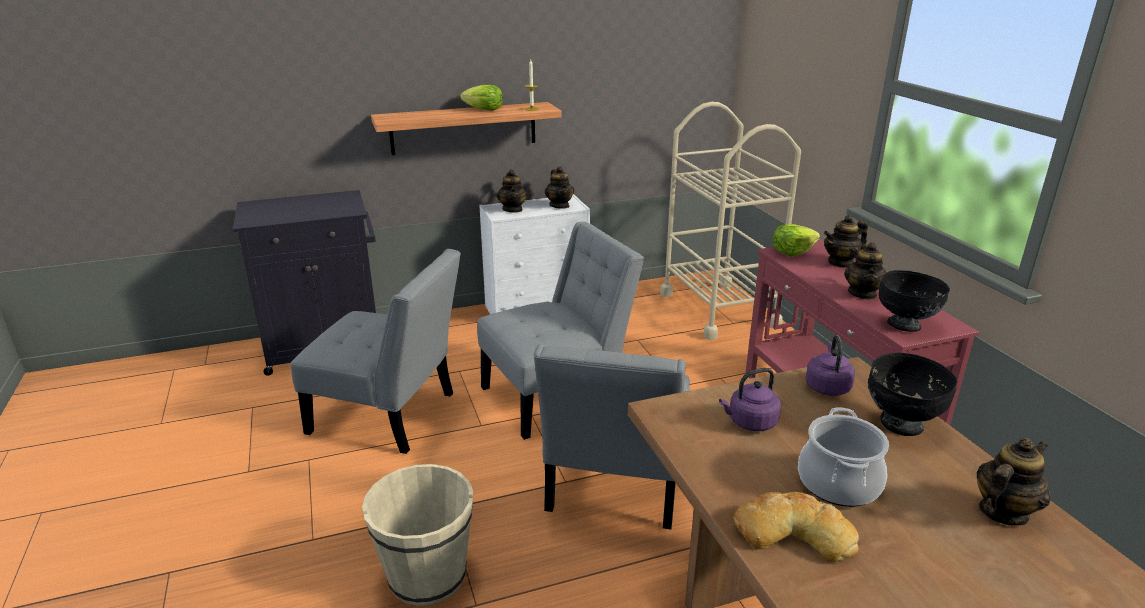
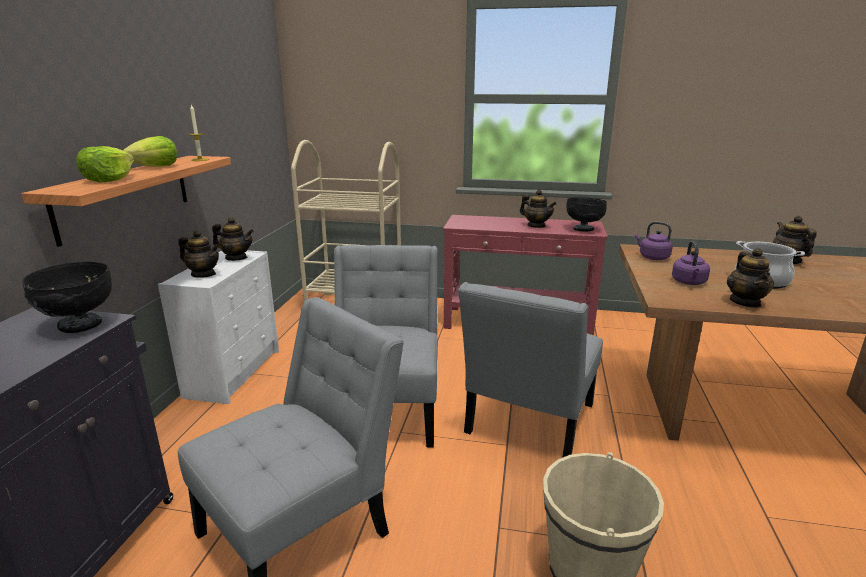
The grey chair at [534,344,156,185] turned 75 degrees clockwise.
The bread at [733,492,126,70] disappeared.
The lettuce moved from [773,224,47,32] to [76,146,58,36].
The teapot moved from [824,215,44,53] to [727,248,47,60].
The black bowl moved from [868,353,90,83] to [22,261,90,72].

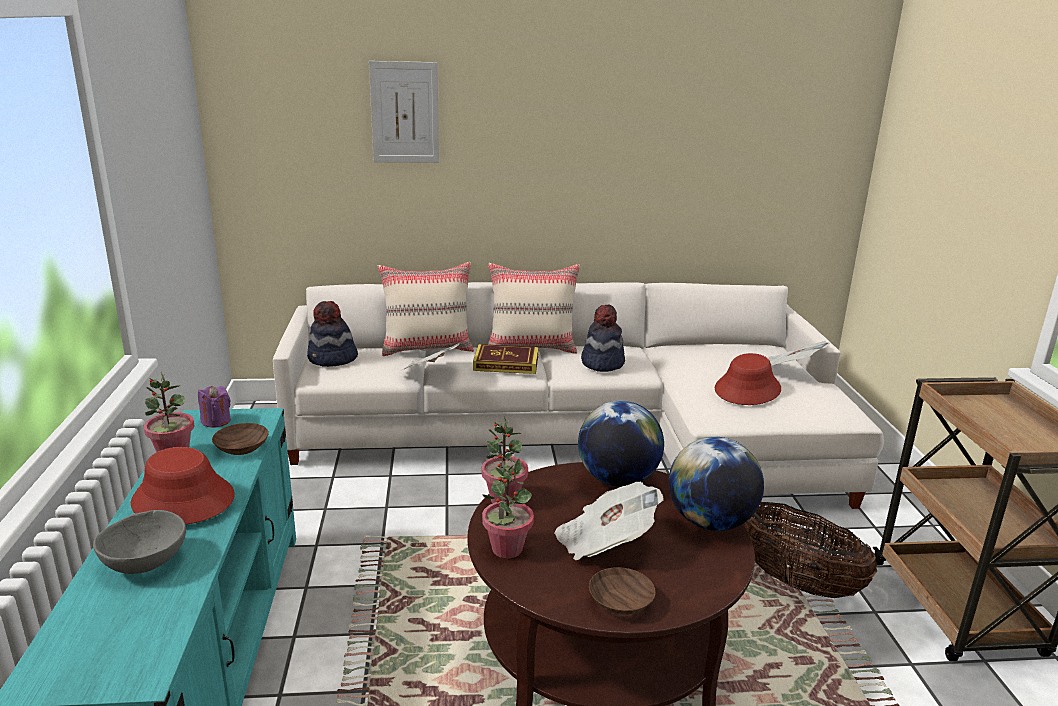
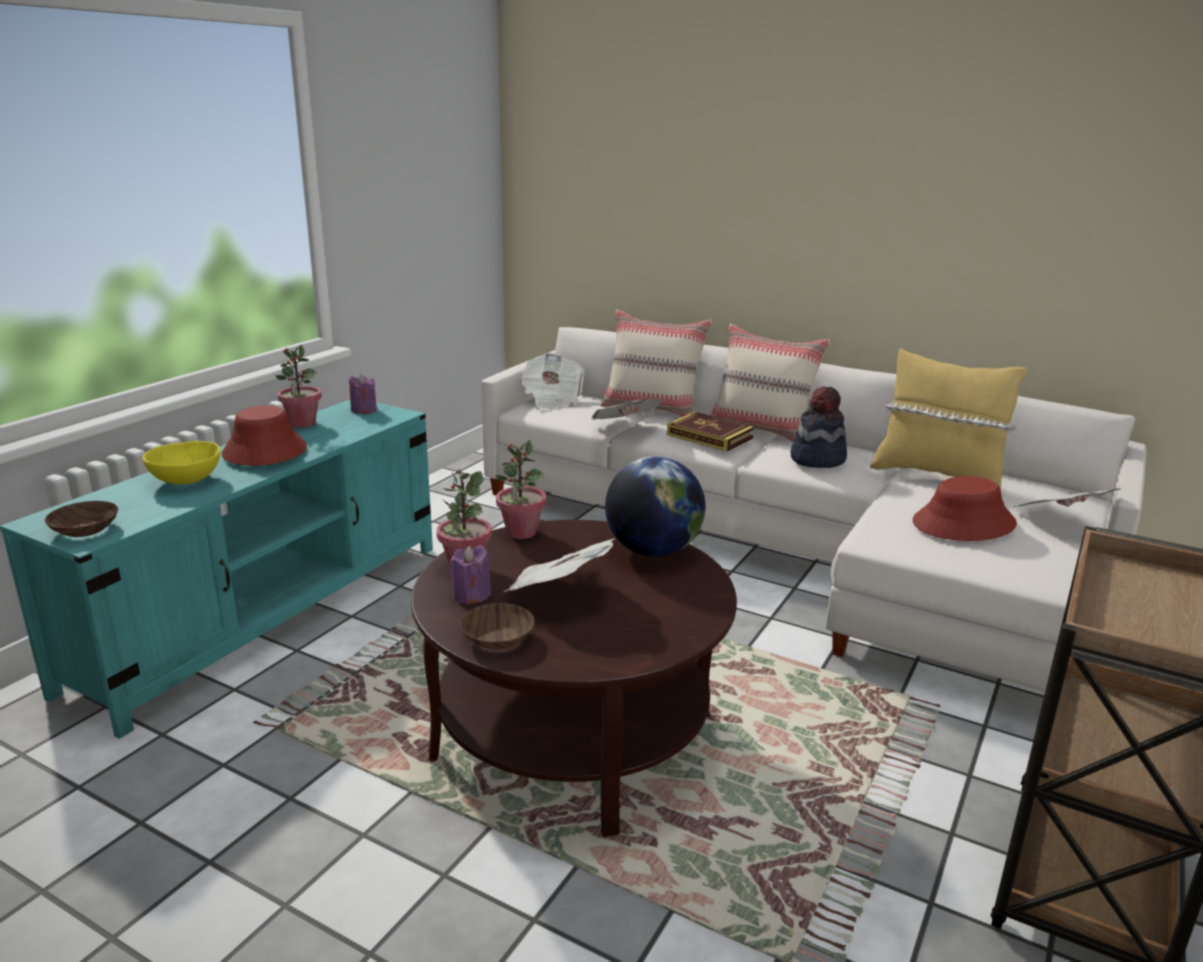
The grey bowl at [93,510,93,64] became the yellow bowl at [143,441,78,43].
The brown bowl moved from [212,423,57,32] to [45,501,73,36].
The hat at [307,301,51,66] was replaced by the newspaper at [520,353,65,56].
The picture at [369,61,70,102] disappeared.
The globe at [669,437,95,94] disappeared.
The basket at [743,501,134,97] disappeared.
The purple candle at [449,546,42,59] appeared.
The yellow pillow at [870,348,157,141] appeared.

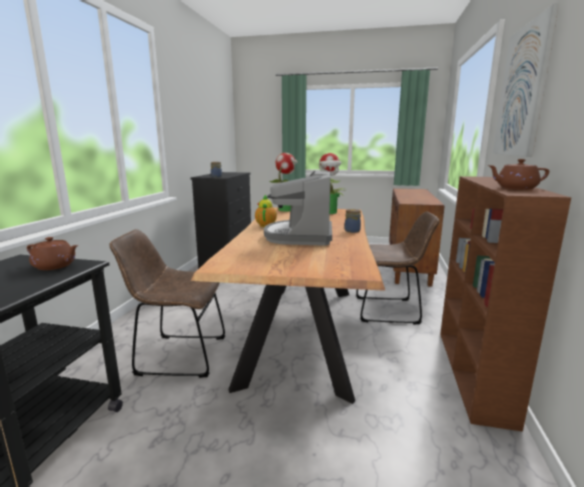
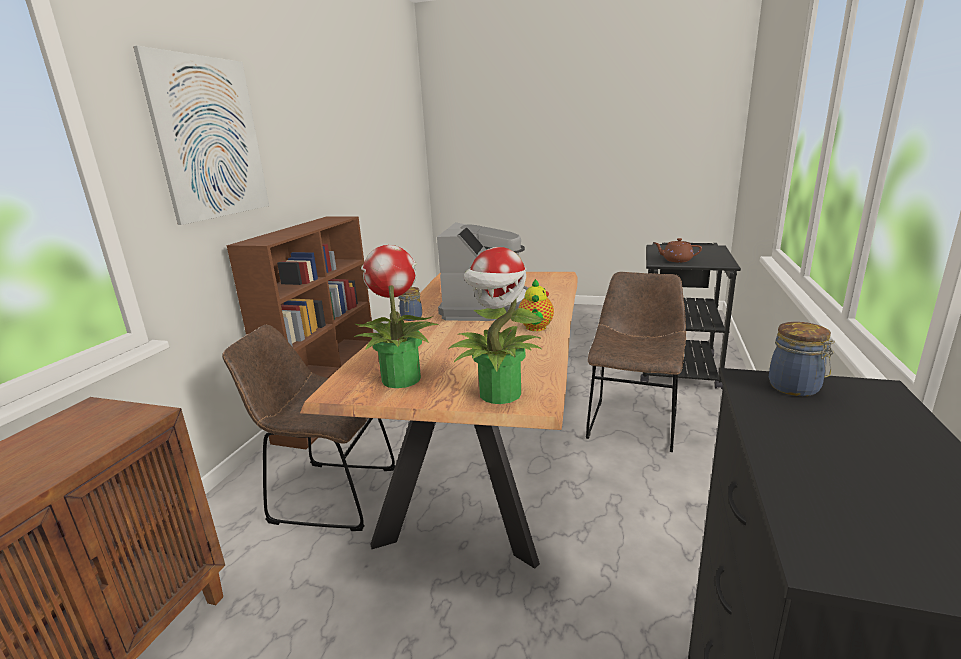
The brown chair at [109,229,116,149] turned 75 degrees counterclockwise.
The brown teapot at [488,159,61,31] disappeared.

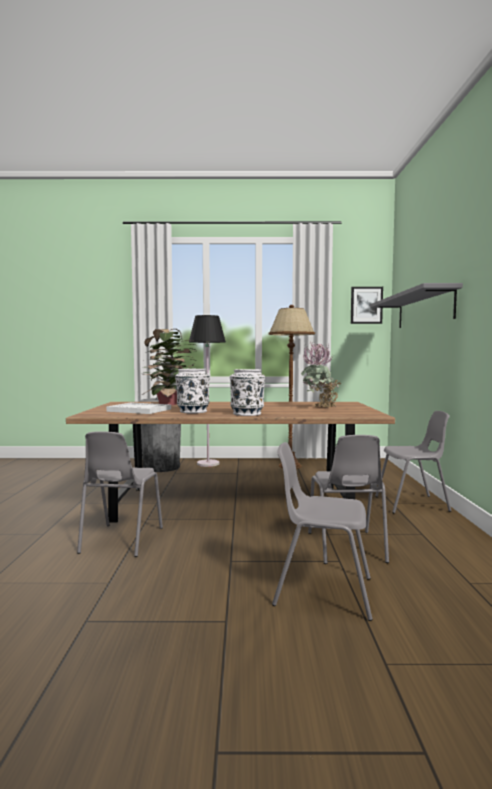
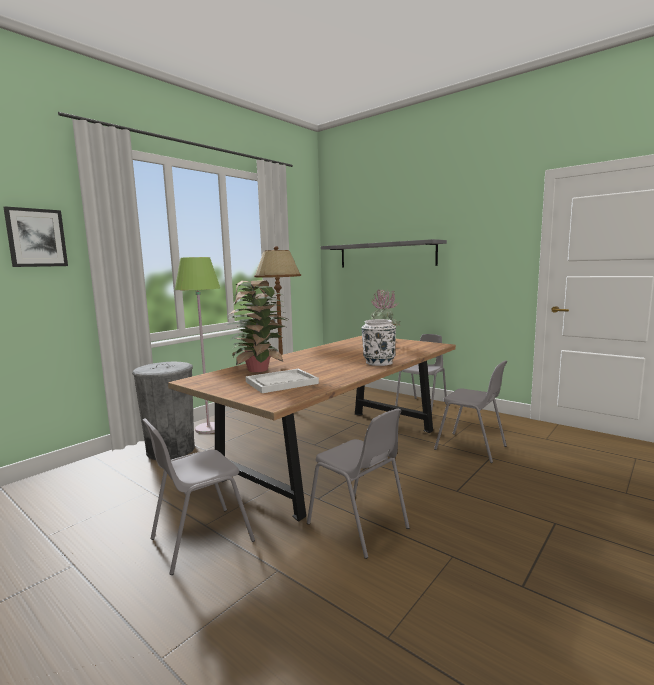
The white vase at [175,369,35,45] disappeared.
The black floor lamp at [189,315,37,152] became the green floor lamp at [175,257,45,177].
The grey chair moved from [272,442,100,179] to [142,418,113,157].
The picture moved from [351,287,32,37] to [3,206,65,61].

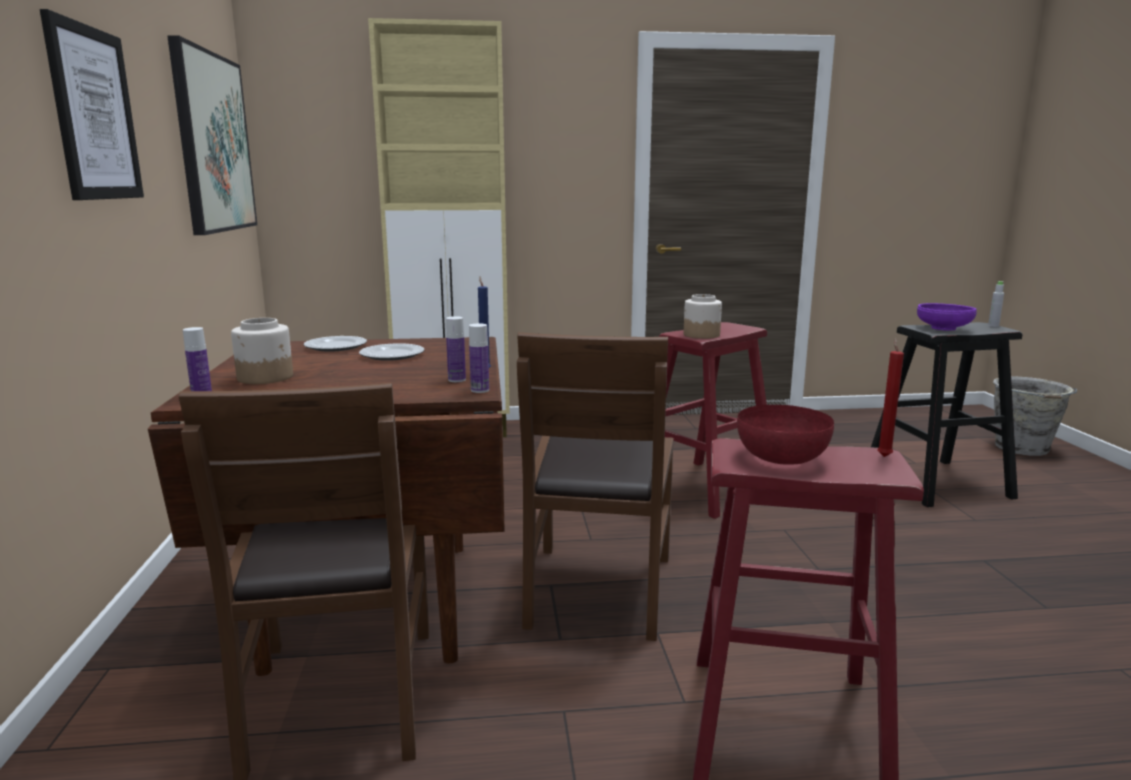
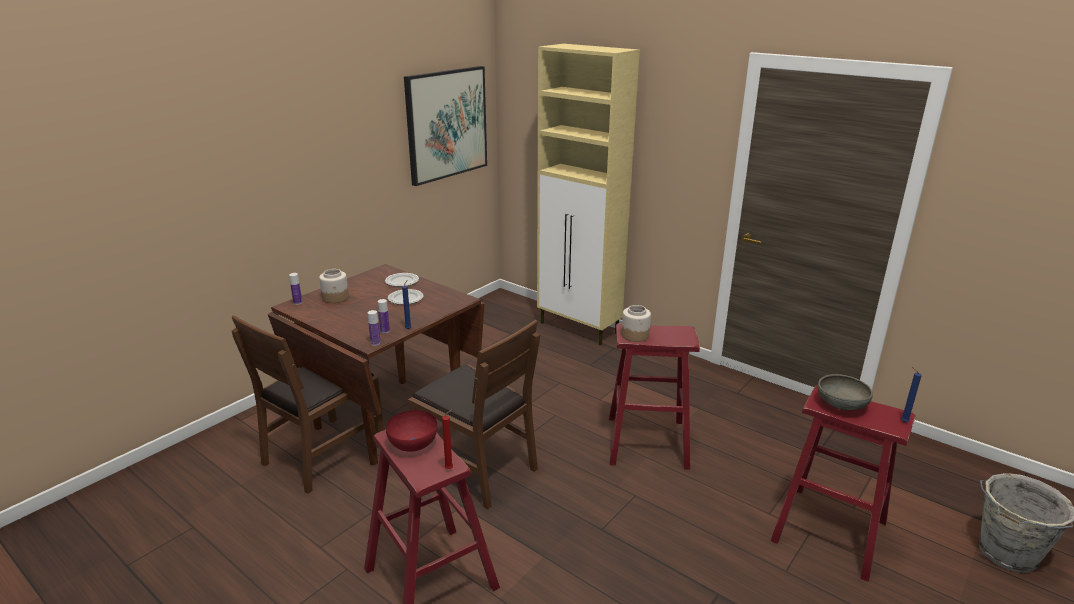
The picture at [40,9,104,191] disappeared.
The brown chair at [517,332,157,309] turned 105 degrees counterclockwise.
The black stool at [871,322,152,185] became the red stool at [771,385,145,197].
The purple bowl at [917,303,60,28] became the grey bowl at [817,374,56,36].
The grey bottle at [988,281,16,46] was replaced by the blue candle at [901,367,21,55].

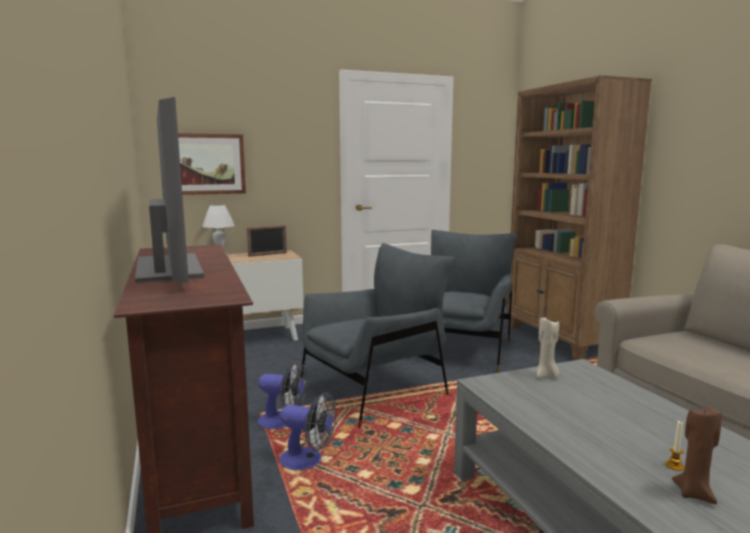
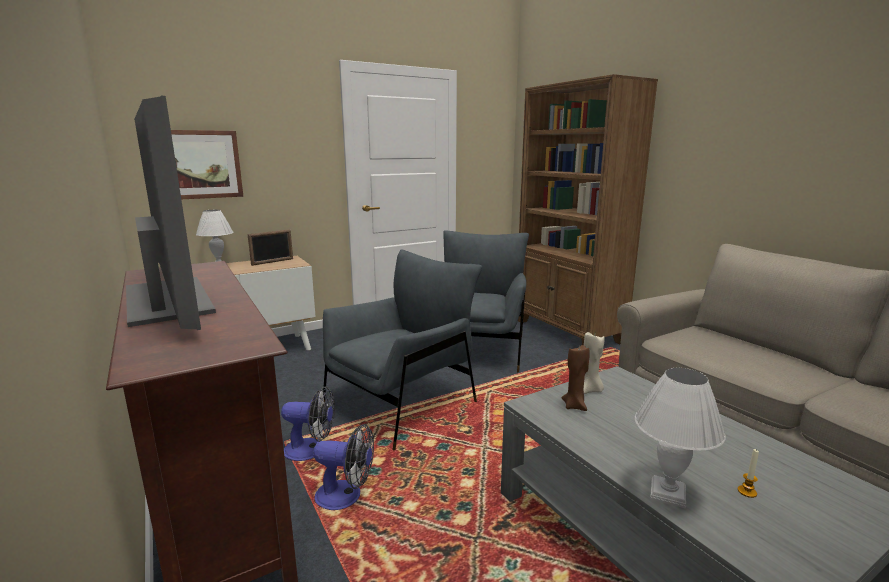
The brown candle moved from [672,405,50,99] to [561,344,29,67].
The white table lamp at [635,368,91,141] appeared.

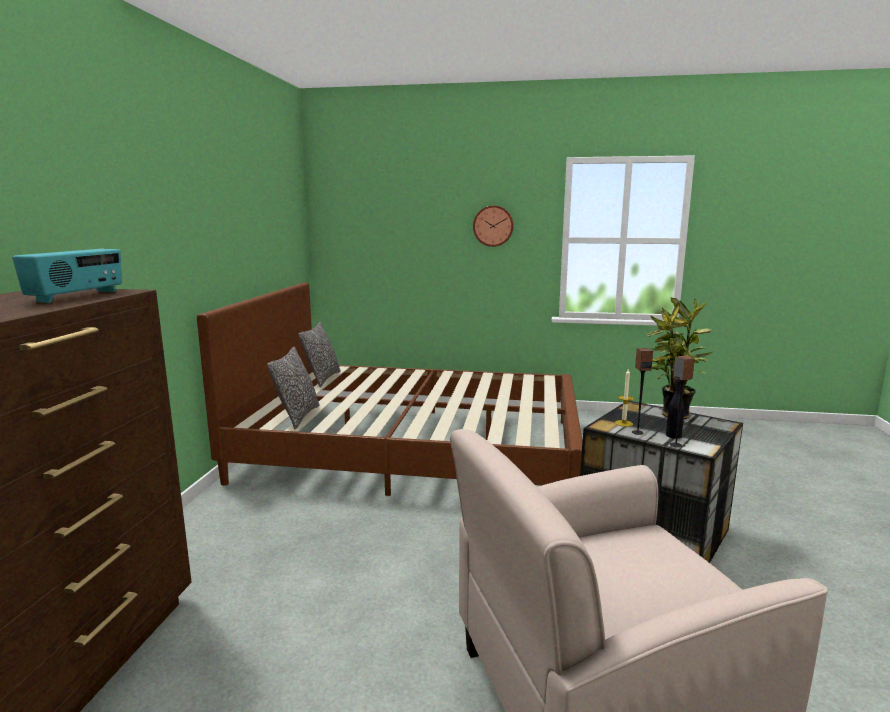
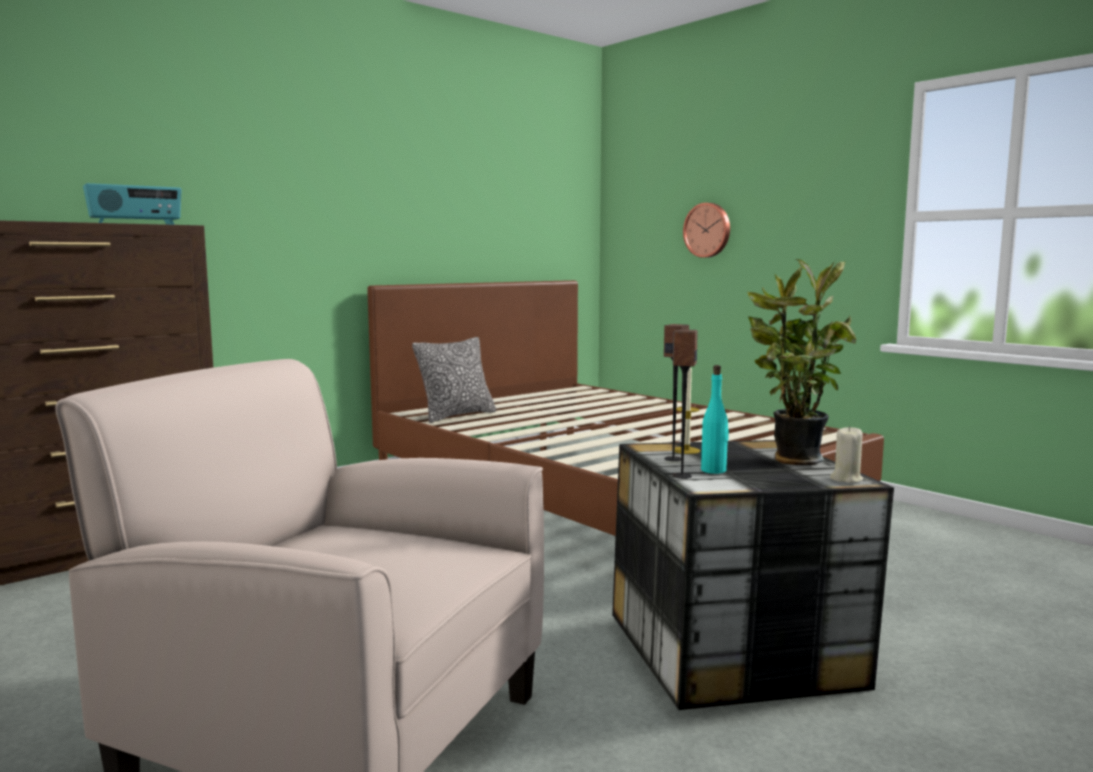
The pillow at [298,322,43,65] disappeared.
The wall clock moved from [473,205,40,42] to [683,203,47,55].
The black bottle at [666,378,19,61] became the turquoise bottle at [701,365,28,109].
The beige candle at [830,426,33,57] appeared.

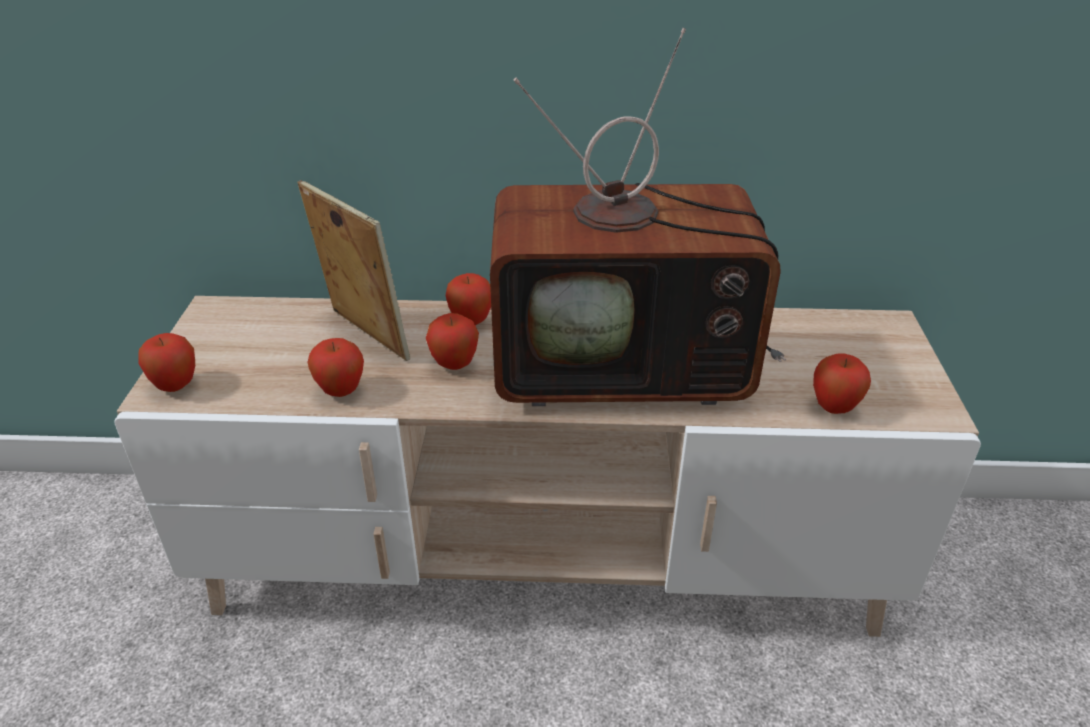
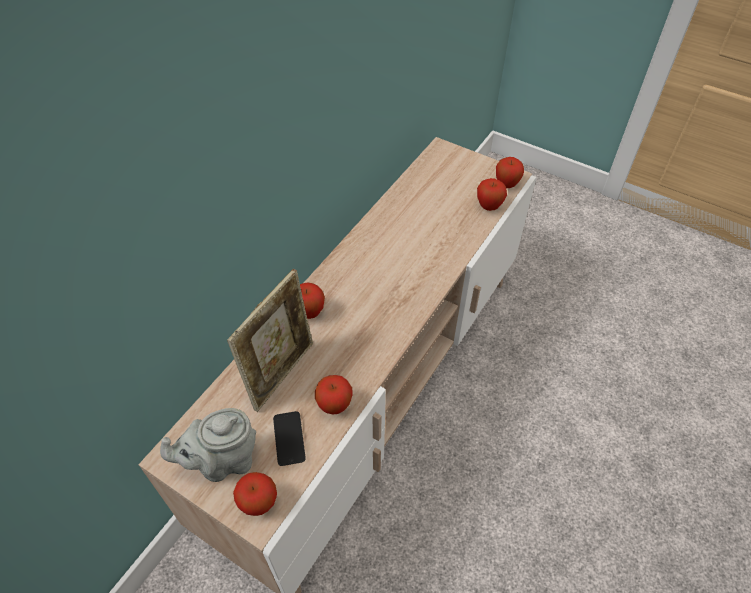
The picture frame at [297,180,113,181] turned 135 degrees clockwise.
The apple moved from [426,313,53,57] to [496,157,28,31].
The television at [490,28,296,378] disappeared.
The grey teapot at [160,408,96,74] appeared.
The phone at [273,411,33,55] appeared.

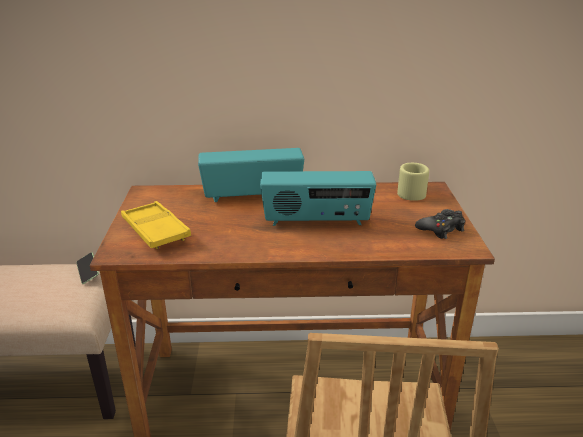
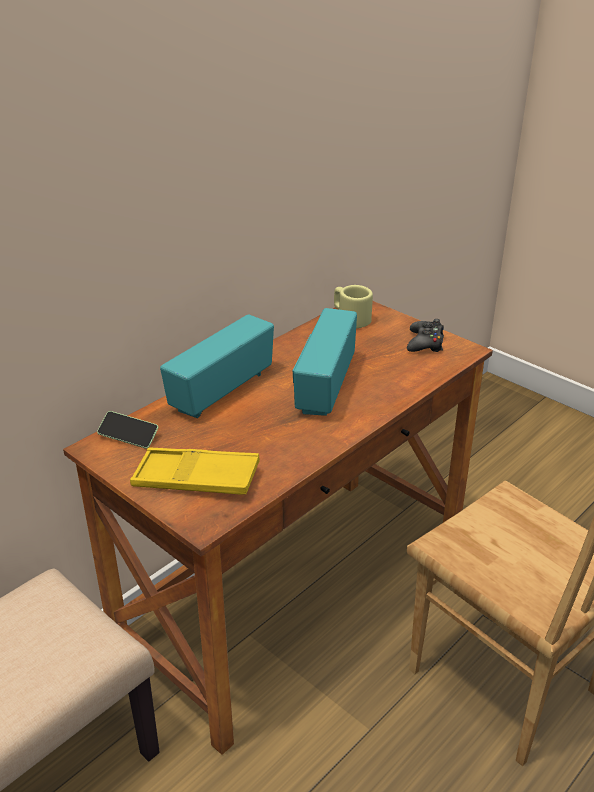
The phone moved from [76,252,23,32] to [97,411,61,37].
The radio at [260,171,116,55] turned 150 degrees clockwise.

